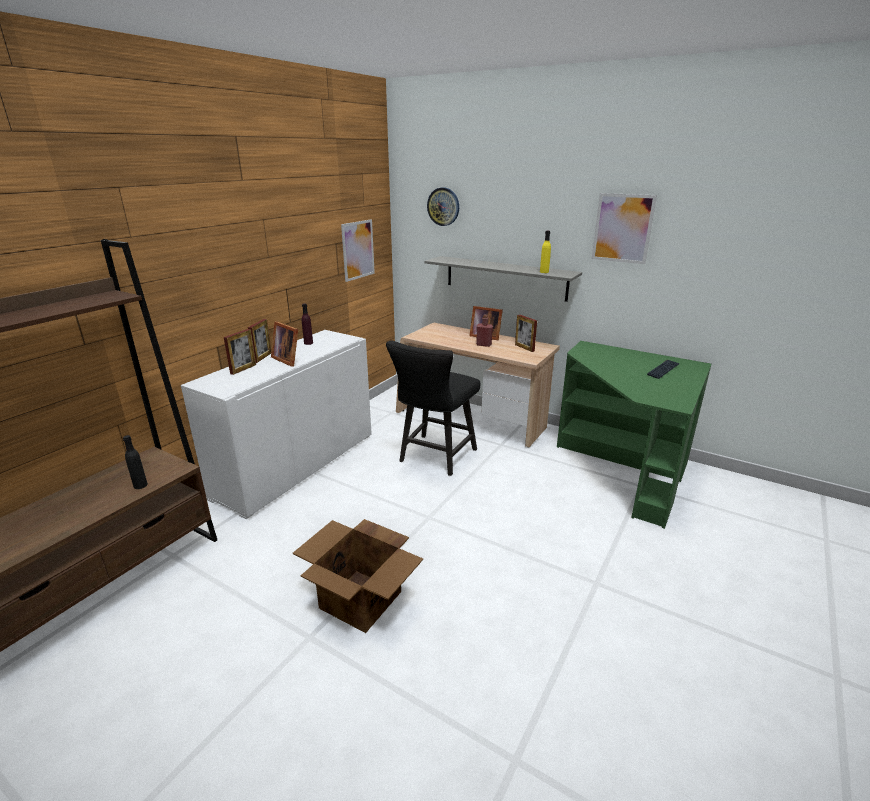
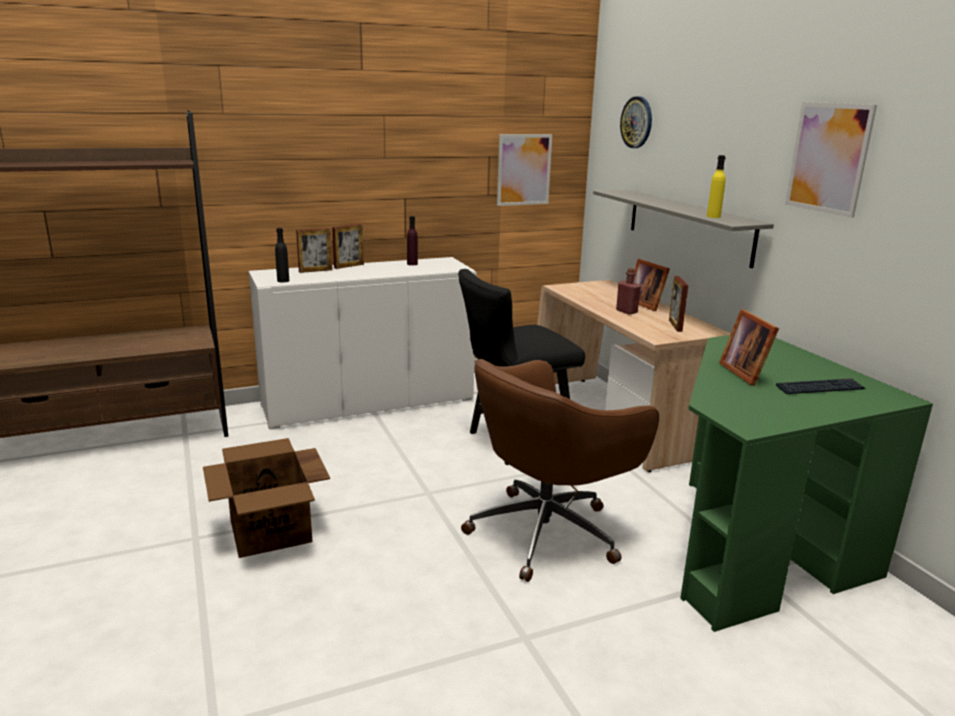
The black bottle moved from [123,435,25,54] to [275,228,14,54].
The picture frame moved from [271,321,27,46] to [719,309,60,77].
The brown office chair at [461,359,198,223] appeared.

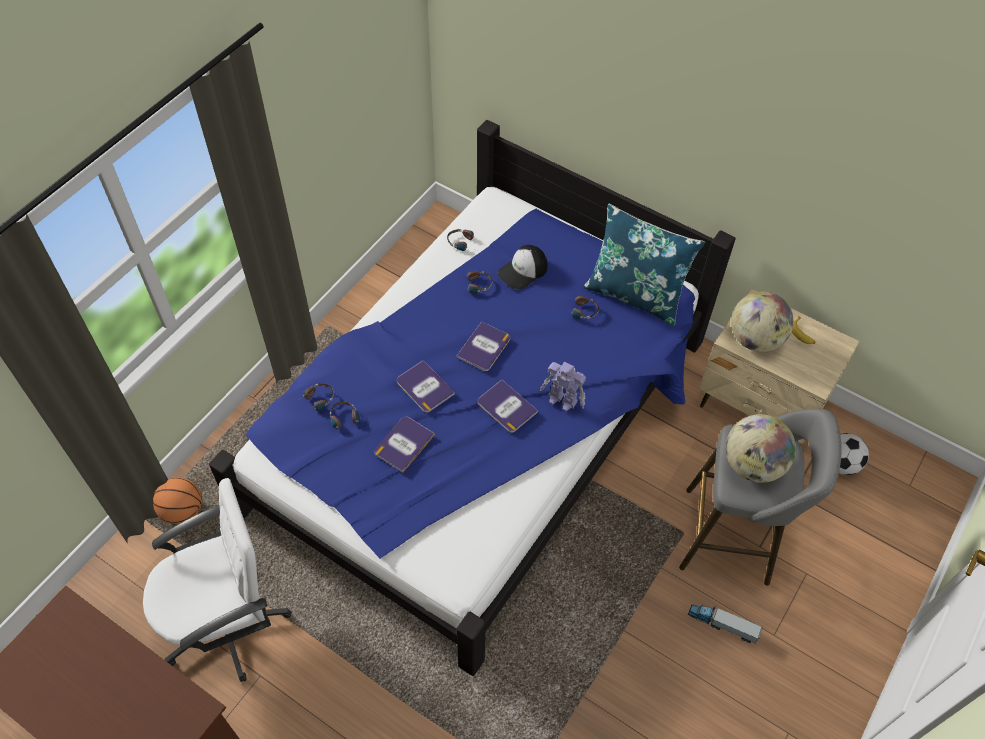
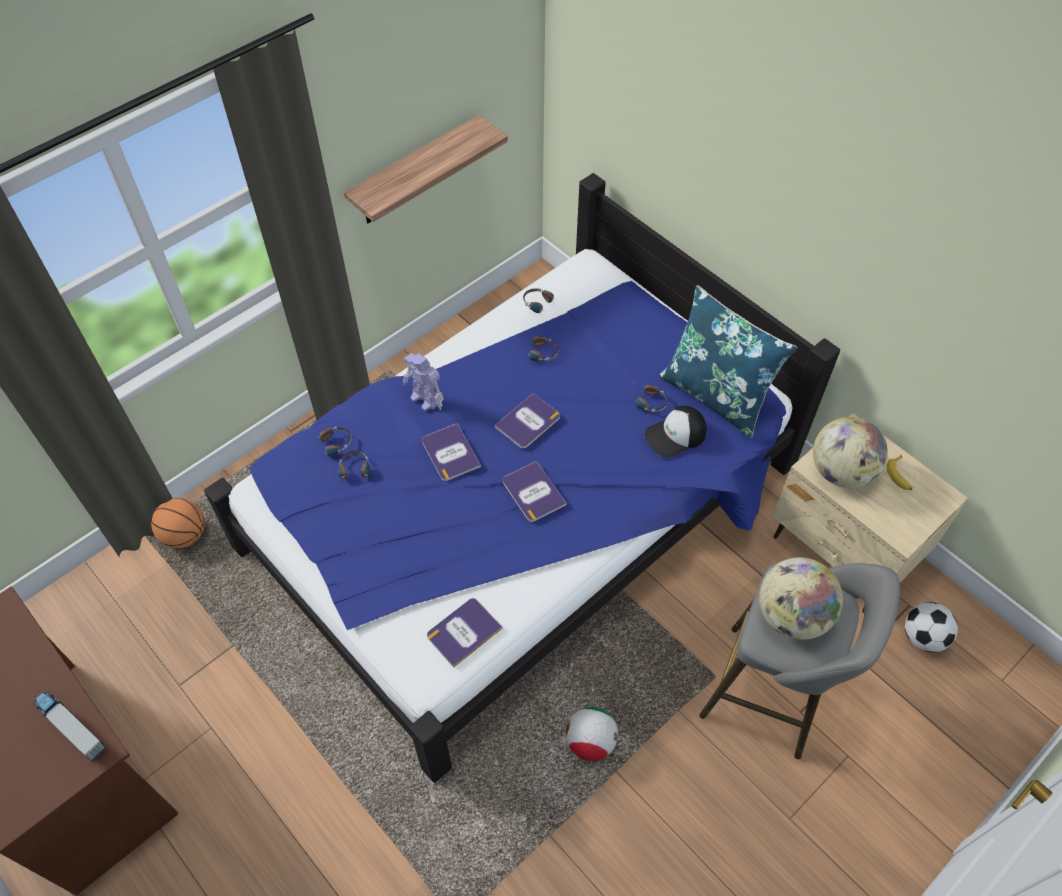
The white office chair at [143,478,149,204] disappeared.
The book moved from [374,416,61,57] to [427,598,75,70].
The cap moved from [498,245,49,45] to [644,406,63,52].
The toy robot moved from [540,362,46,49] to [403,353,41,58].
The toy truck moved from [688,605,75,39] to [34,692,72,69].
The shelf at [344,115,164,108] appeared.
The football at [566,707,52,54] appeared.

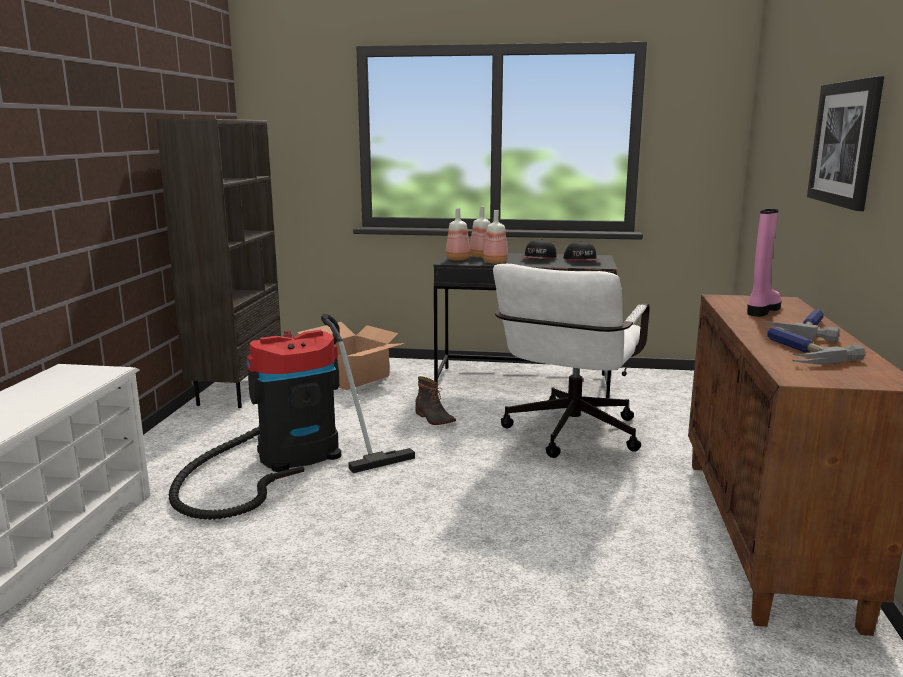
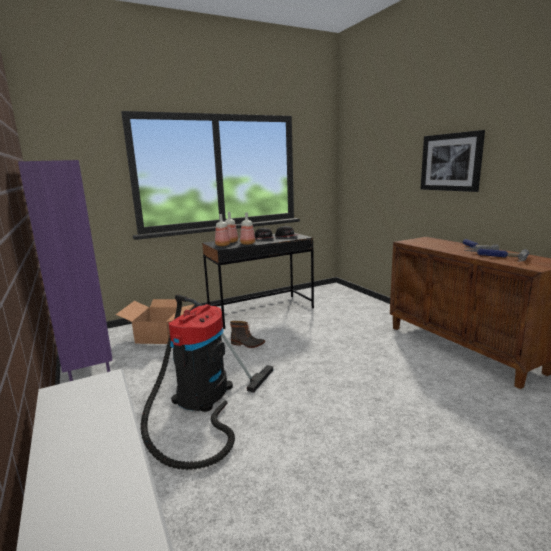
The brown bookcase at [156,119,125,289] became the purple bookcase at [18,160,94,221].
The white office chair at [493,264,157,194] disappeared.
The pink boot at [747,209,35,108] disappeared.

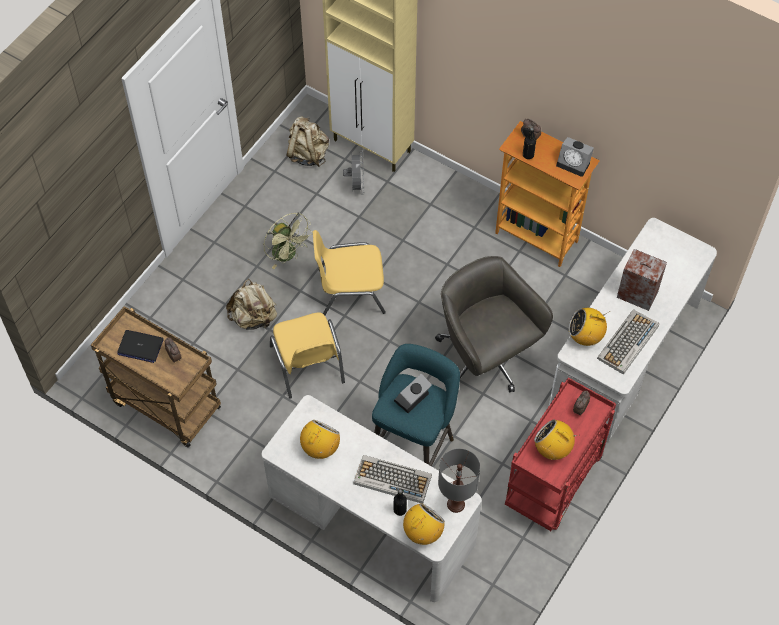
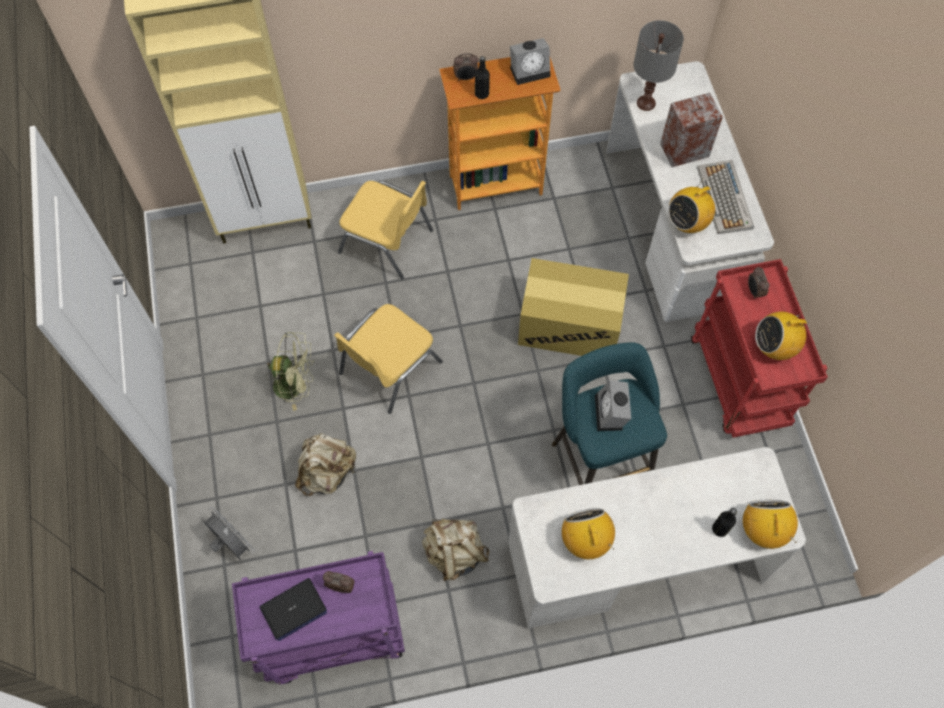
The brown cart at [91,306,130,142] became the purple cart at [232,551,173,133].
The yellow chair moved from [270,312,75,87] to [338,181,95,98].
The beige backpack moved from [286,117,43,50] to [422,519,67,62].
The grey fan moved from [343,150,21,45] to [202,507,53,53].
The keyboard at [354,455,78,48] disappeared.
The grey office chair at [435,256,118,136] was replaced by the cardboard box at [518,258,111,98].
The grey table lamp moved from [438,448,42,65] to [633,20,51,91].

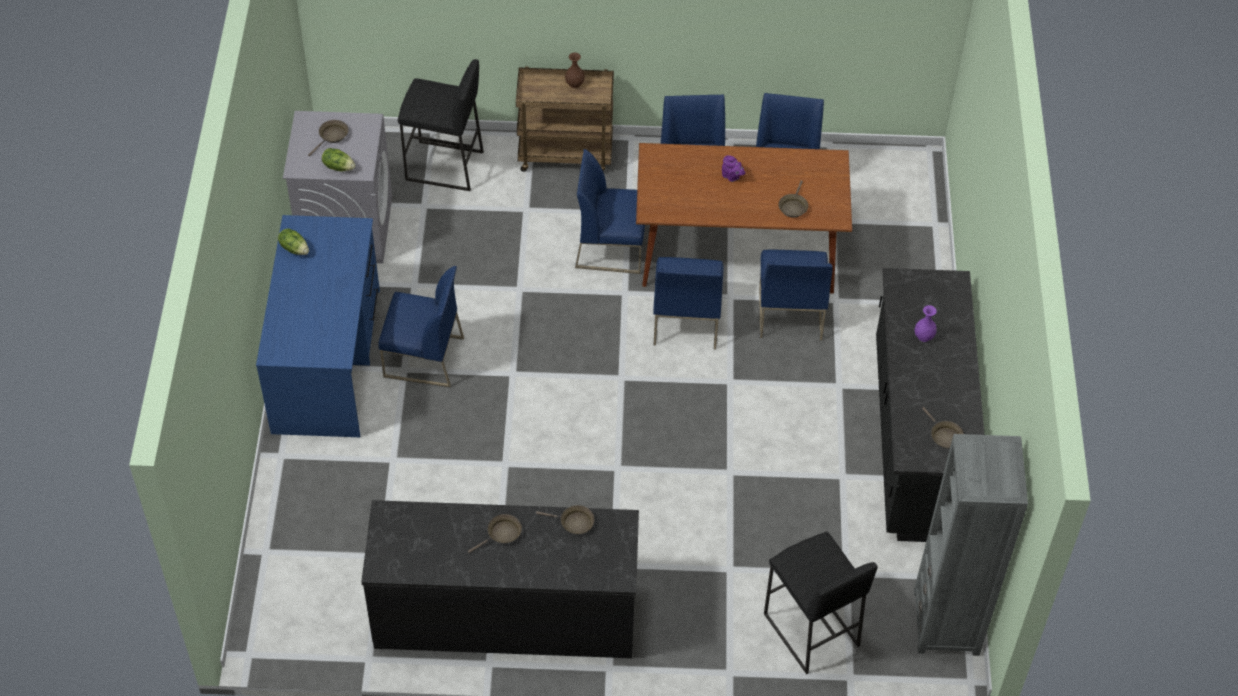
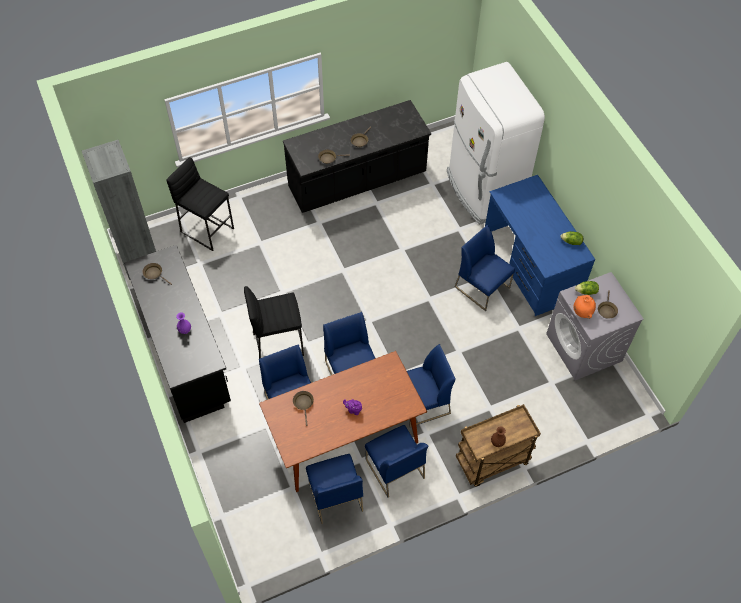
The blue chair at [378,266,86,121] turned 60 degrees clockwise.
The black stool moved from [398,59,86,132] to [244,286,60,73].
The white fridge at [447,62,98,162] appeared.
The orange vase at [574,295,22,24] appeared.

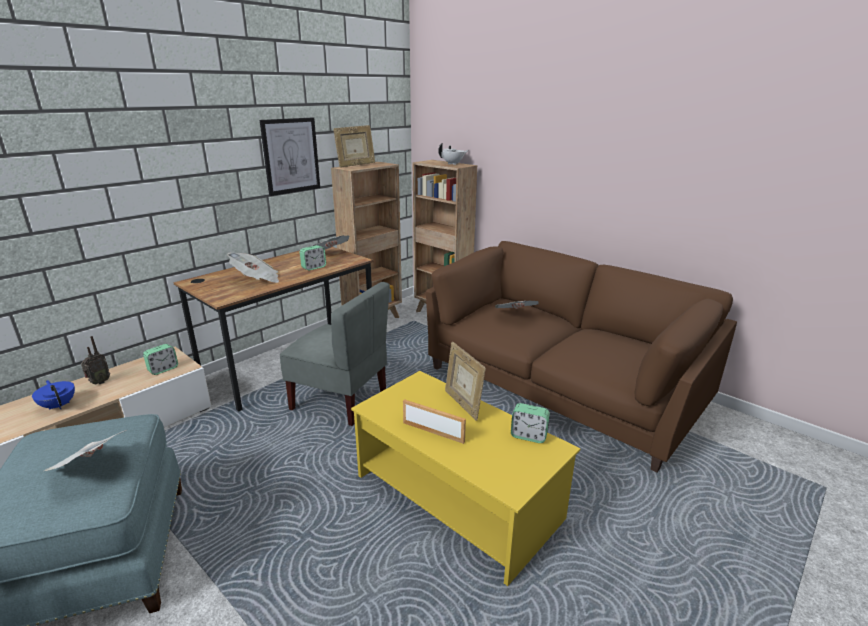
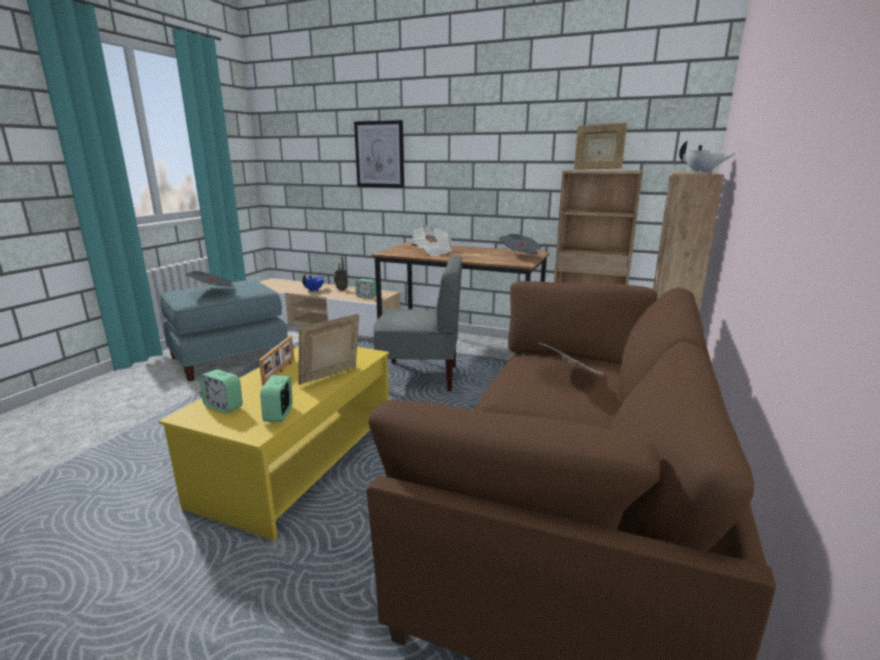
The picture moved from [260,117,60,79] to [354,120,50,68].
The grey chair at [280,282,110,144] turned 90 degrees counterclockwise.
The alarm clock moved from [300,245,26,26] to [200,369,43,45].

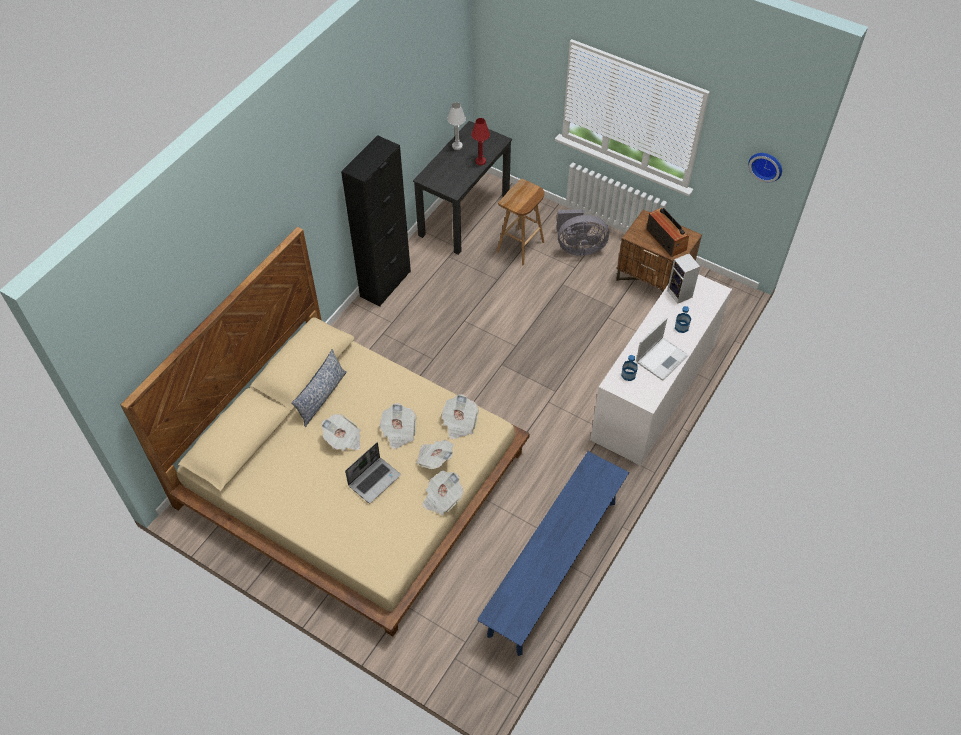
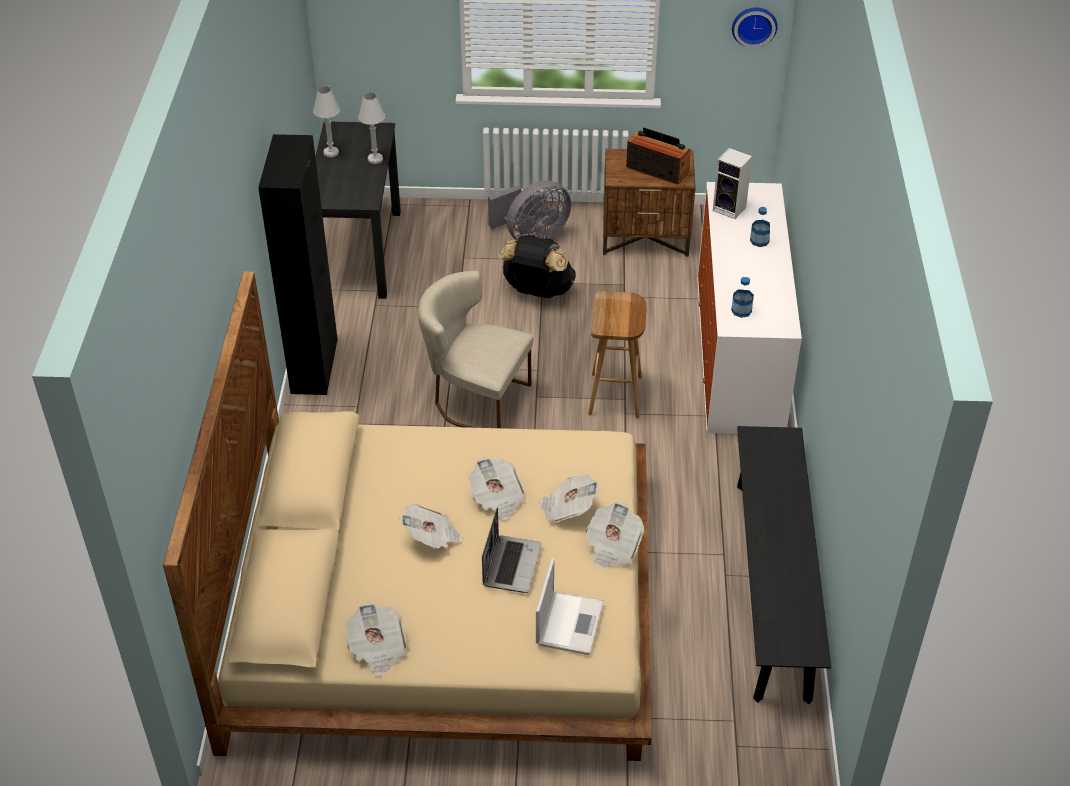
The pillow at [291,349,56,78] disappeared.
The newspaper moved from [441,394,38,45] to [346,602,61,74].
The red table lamp at [471,118,19,47] became the white table lamp at [358,92,27,72].
The blue bench at [477,451,152,205] became the black bench at [737,426,94,278].
The brown stool moved from [497,179,48,87] to [588,291,59,128].
The laptop moved from [636,317,52,64] to [536,559,68,96].
The beige chair at [418,271,115,157] appeared.
The black backpack at [499,234,77,64] appeared.

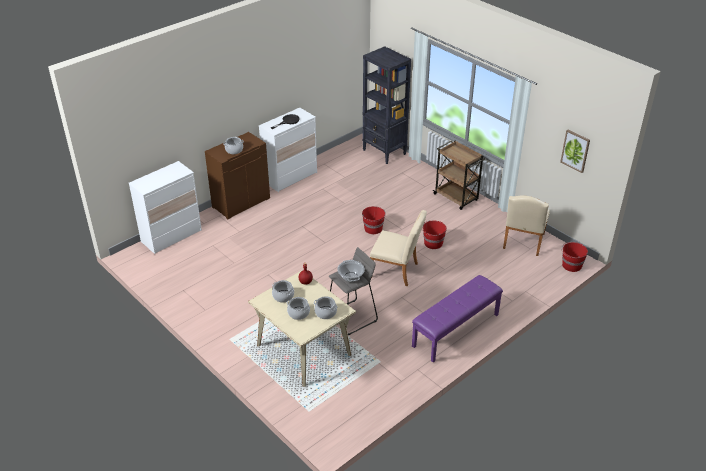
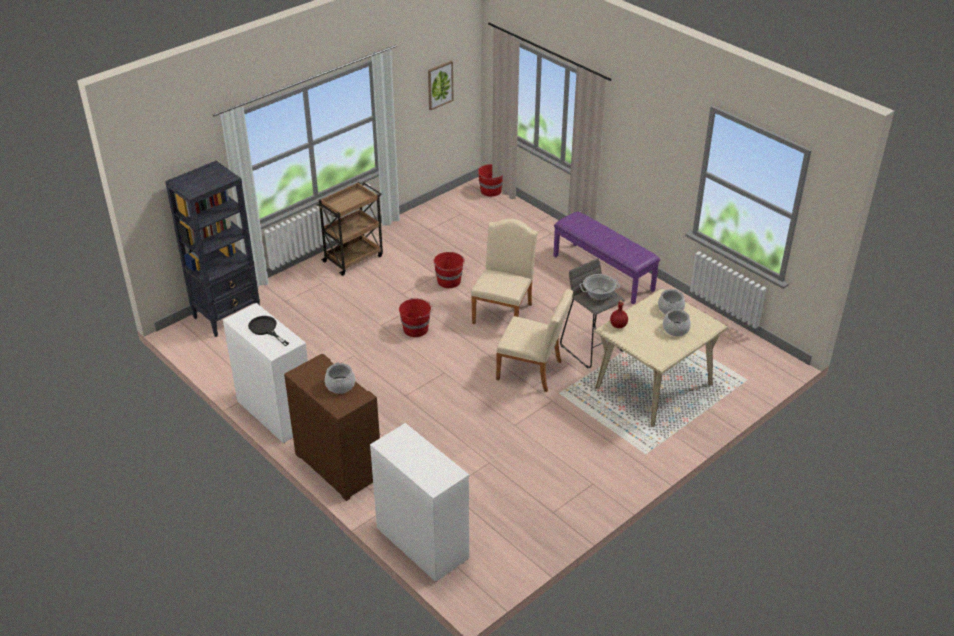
The cooking pot at [272,280,22,23] disappeared.
The beige chair moved from [503,195,47,61] to [496,289,77,103].

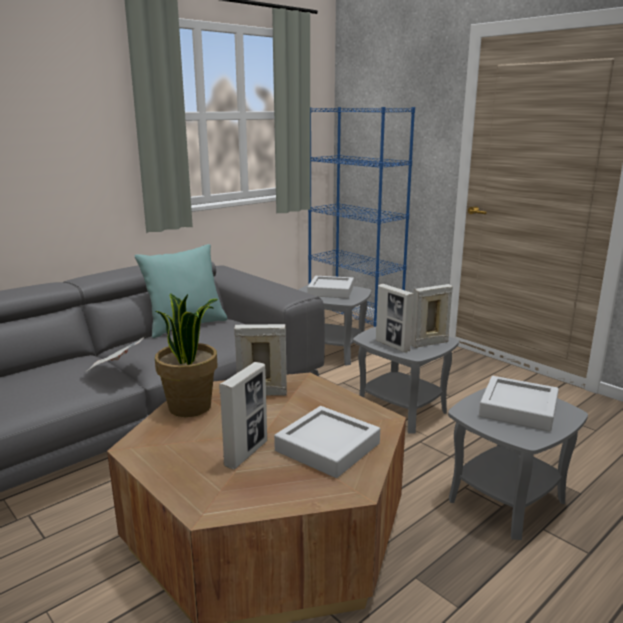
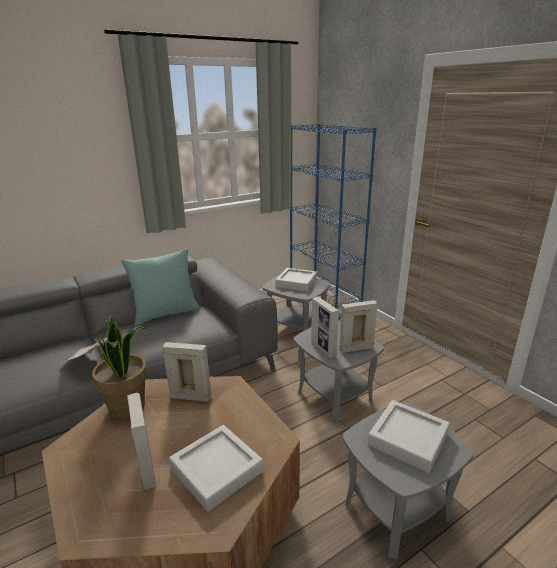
The picture frame at [219,362,48,107] turned 60 degrees counterclockwise.

